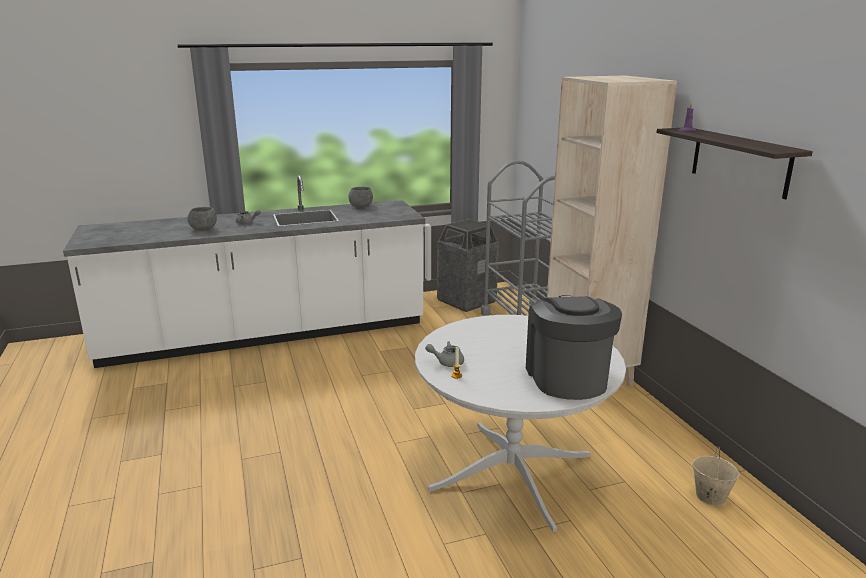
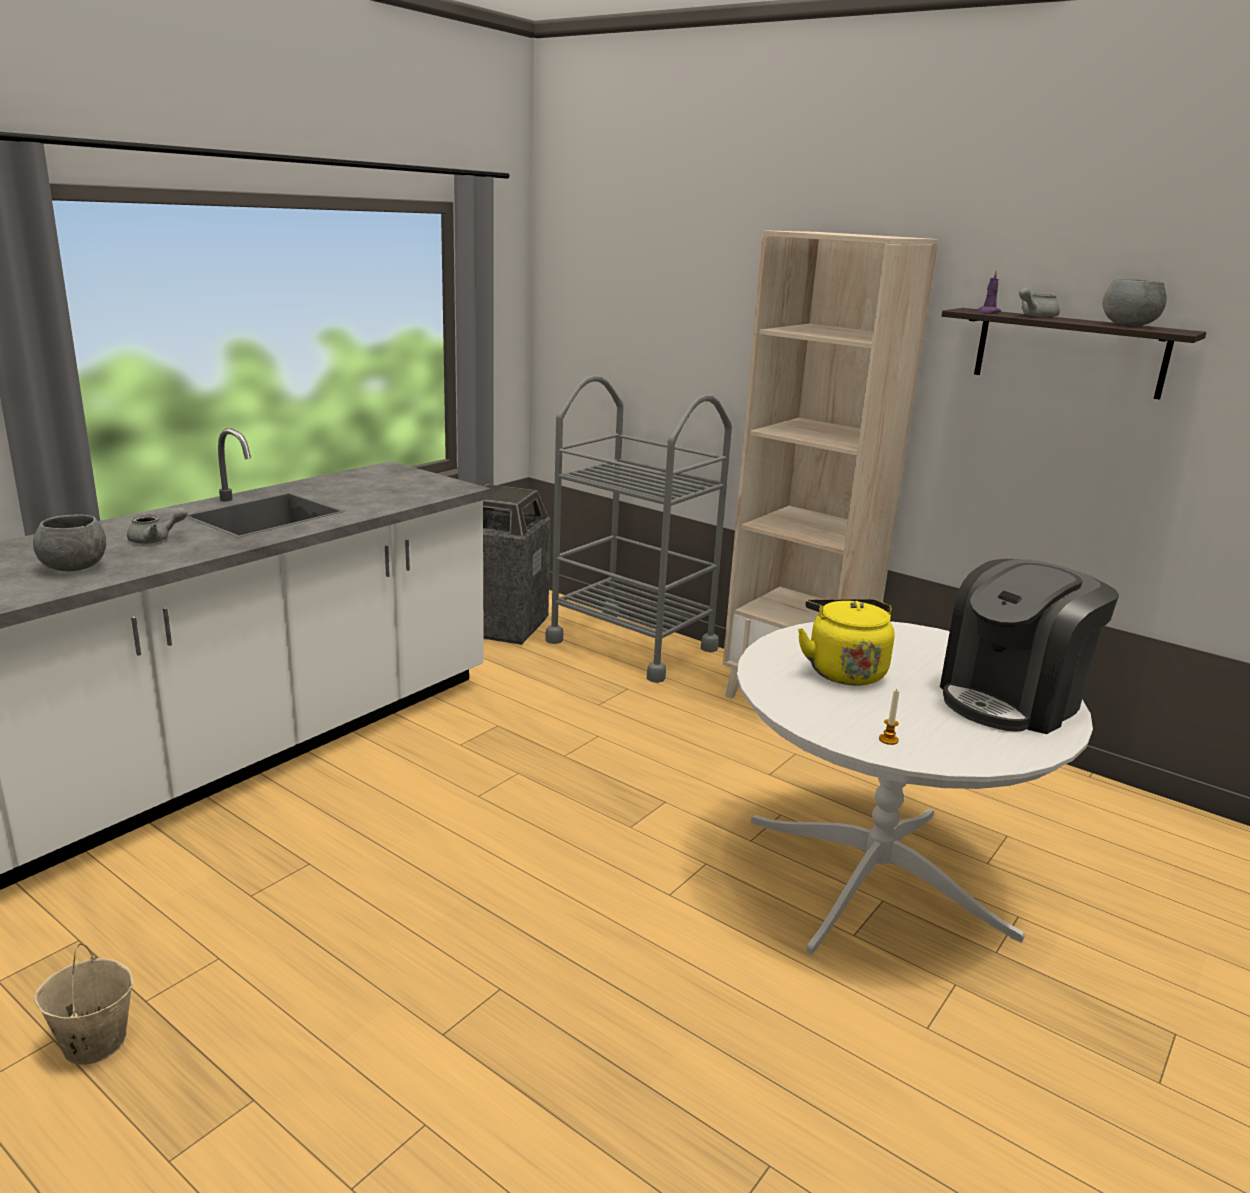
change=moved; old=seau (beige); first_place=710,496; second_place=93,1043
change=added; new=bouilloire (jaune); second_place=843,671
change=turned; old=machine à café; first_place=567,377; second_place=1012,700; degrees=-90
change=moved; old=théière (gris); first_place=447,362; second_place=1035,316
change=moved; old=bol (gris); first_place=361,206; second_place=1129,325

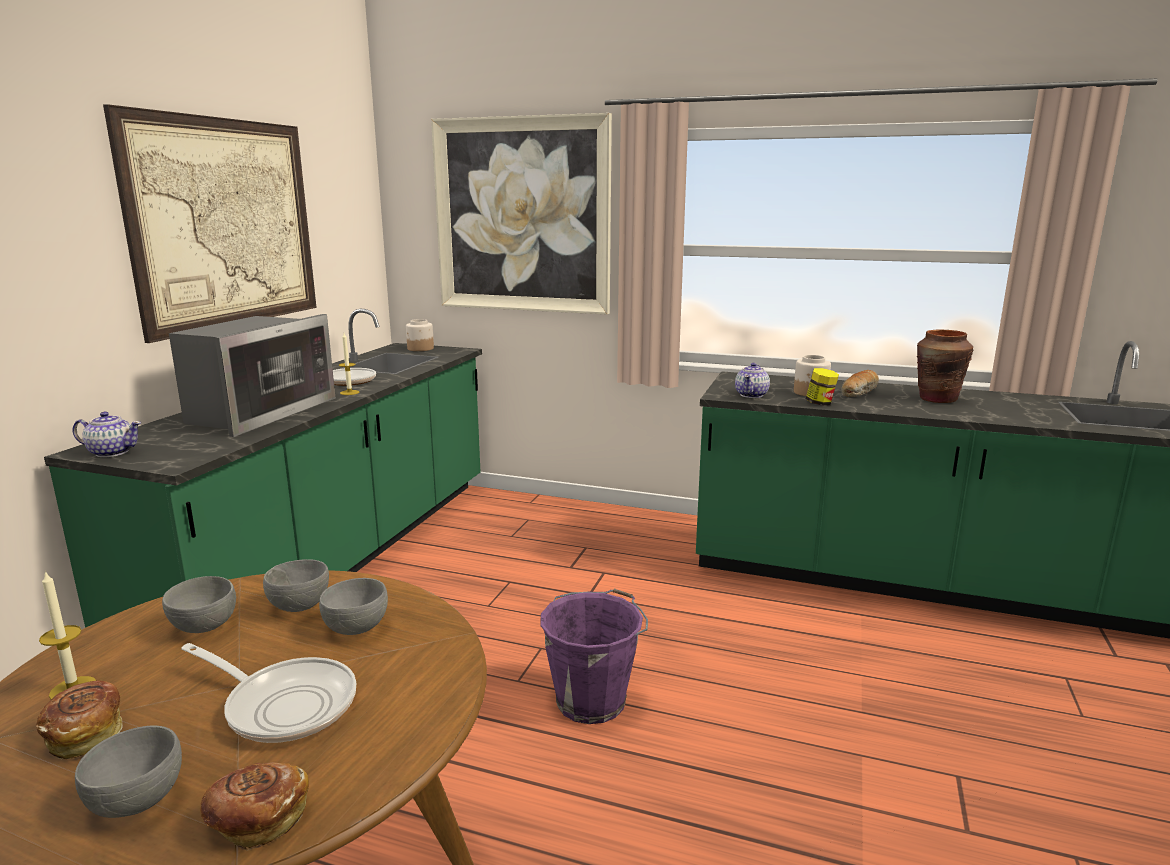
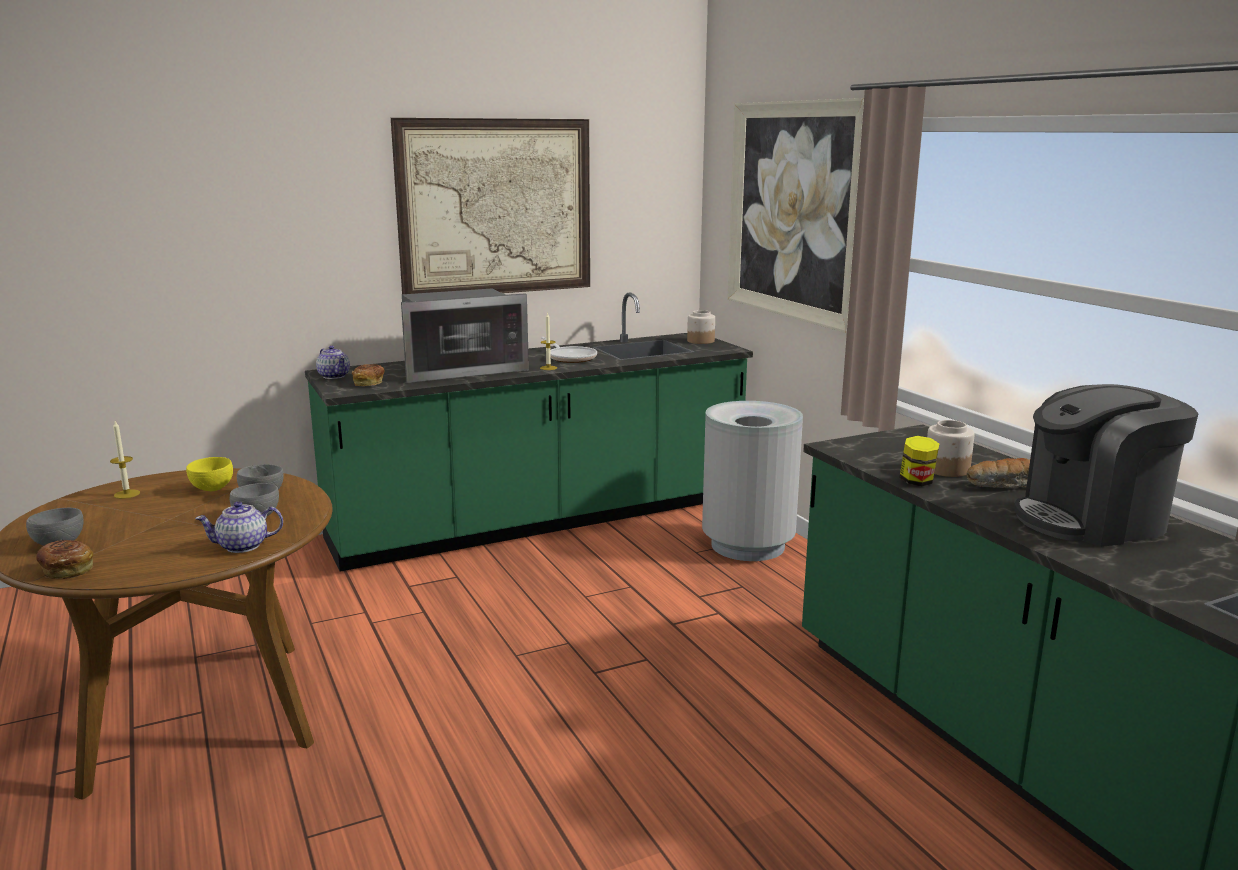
change=recoloured; old=bol (gris); new=bol (jaune); first_place=204,626; second_place=213,489
change=moved; old=théière; first_place=752,395; second_place=243,546
change=moved; old=pain; first_place=86,734; second_place=369,383
change=added; new=poubelle (gris); second_place=747,545
change=replaced; old=vase (marron); new=machine à café; first_place=937,399; second_place=1092,520
change=removed; old=poêle; first_place=284,704
change=removed; old=seau (violet); first_place=593,700

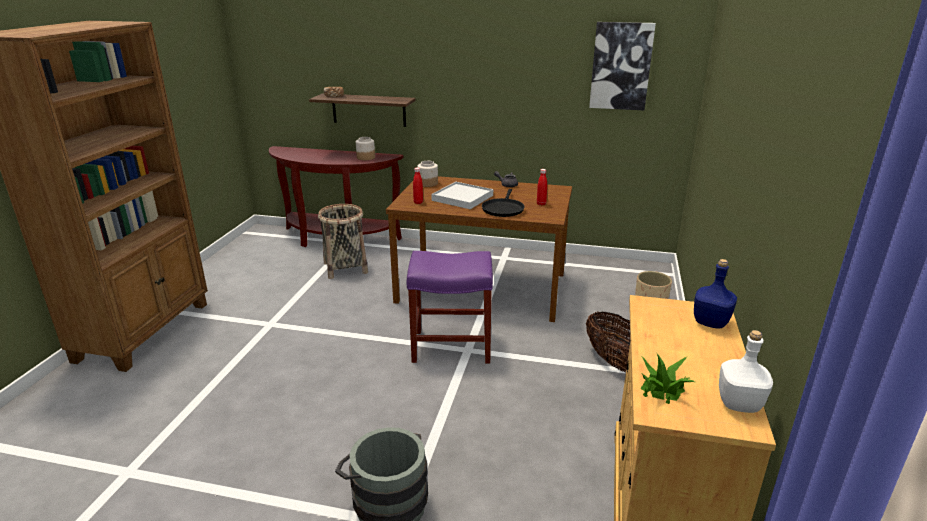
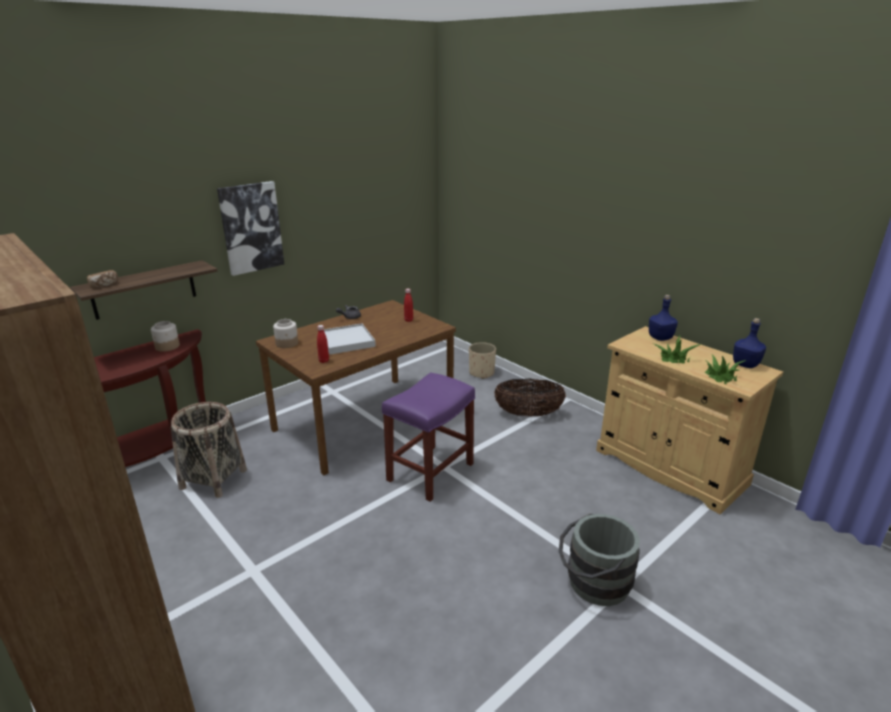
change=moved; old=tableau; first_place=621,66; second_place=251,228
change=added; new=plante en pot; second_place=674,358
change=recoloured; old=bouteille (blanc); new=bouteille (bleu); first_place=738,403; second_place=745,364
change=removed; old=poêle (noir); first_place=503,209

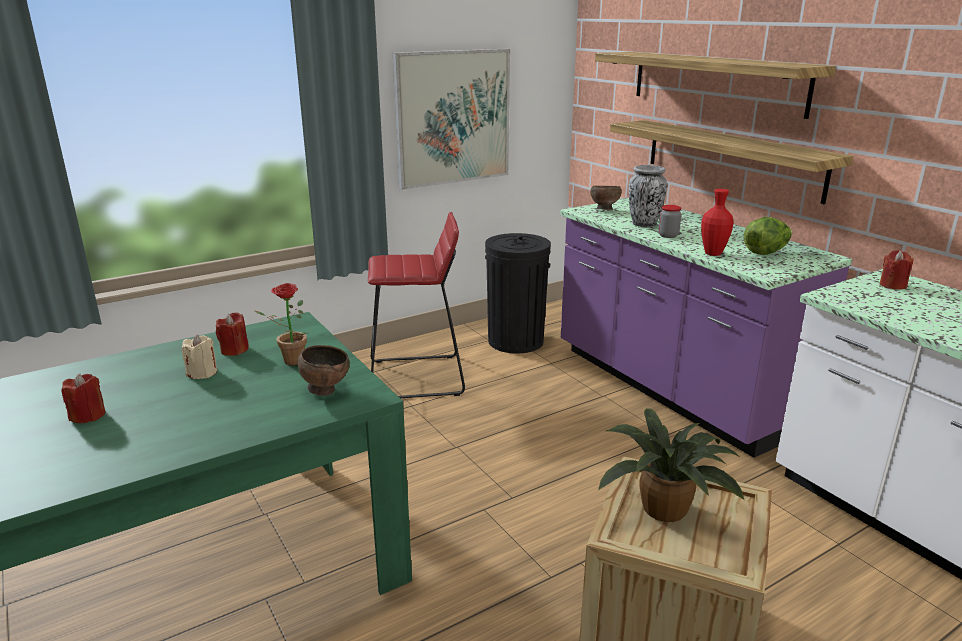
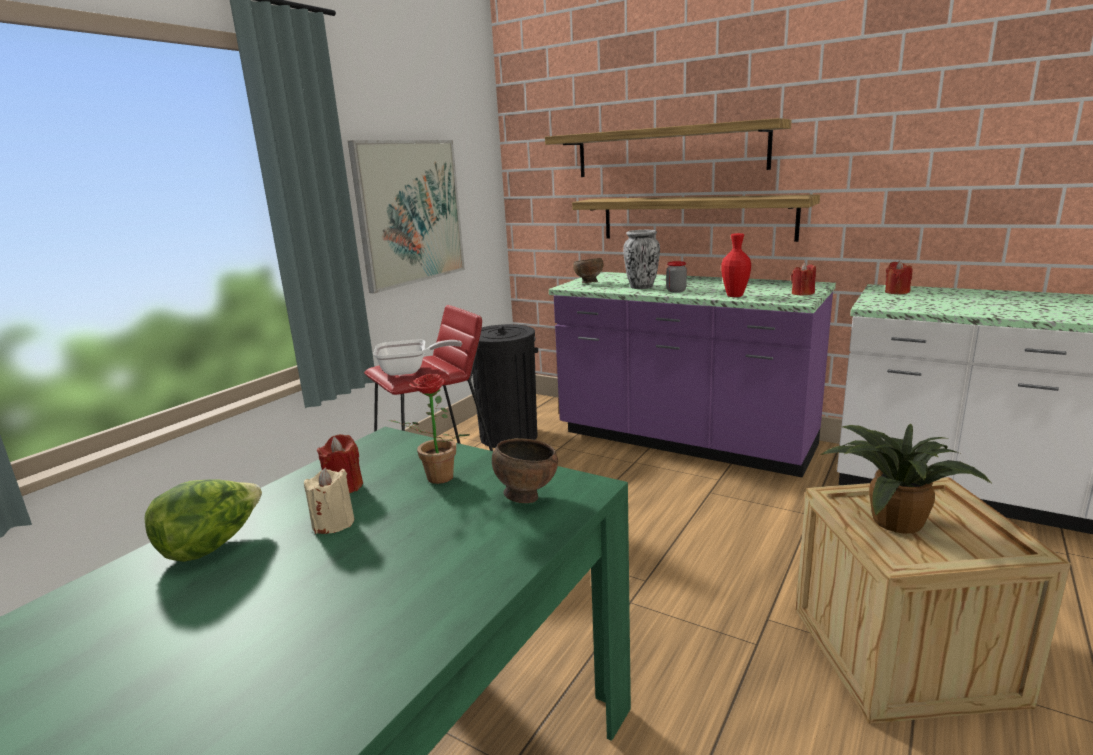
change=moved; old=laitue; first_place=766,252; second_place=212,546
change=added; new=poêle; second_place=410,371
change=moved; old=bougie (rouge); first_place=88,415; second_place=802,293

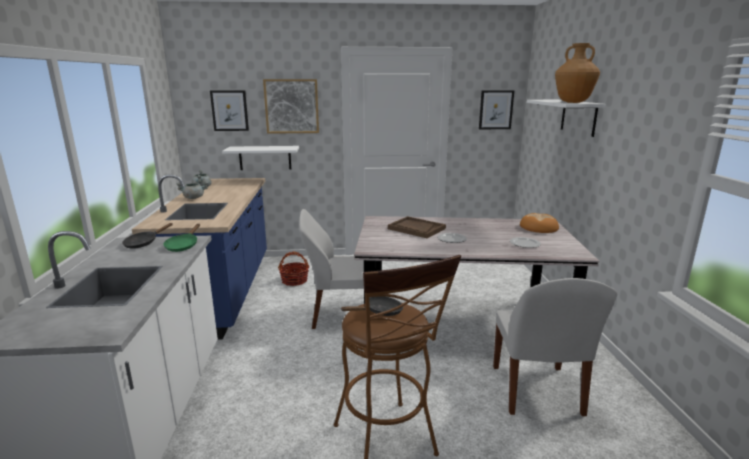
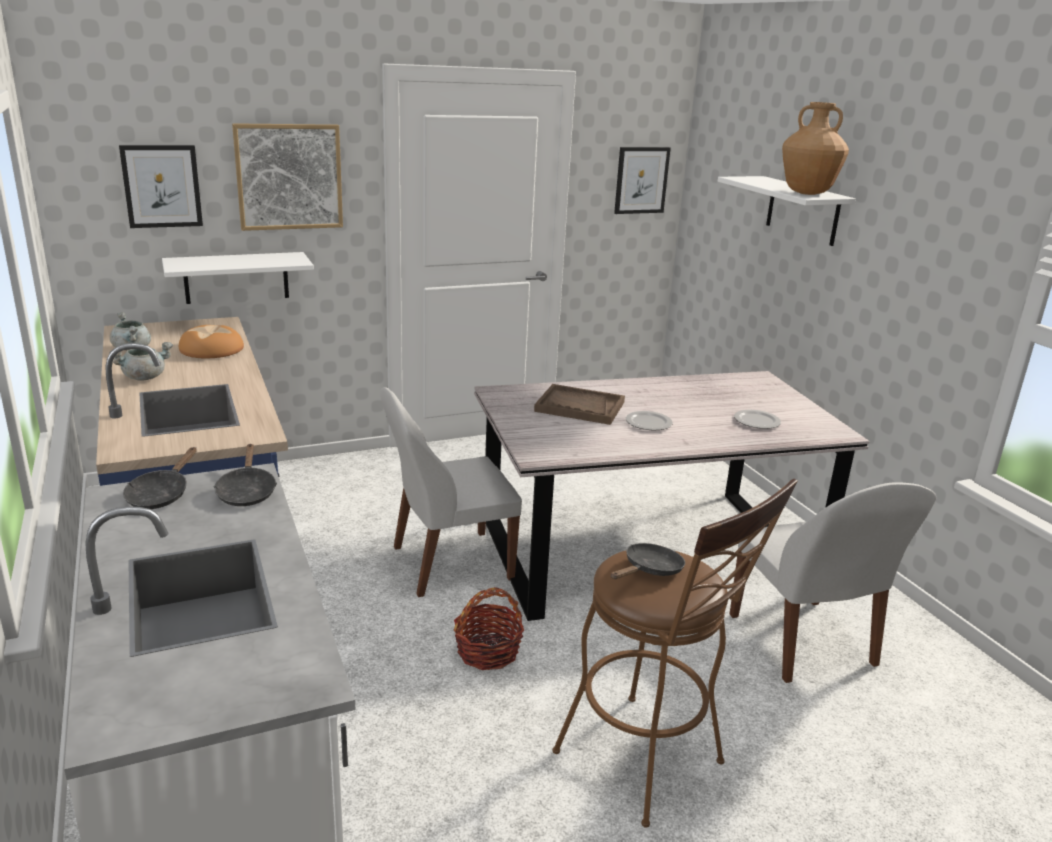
change=moved; old=pain; first_place=539,227; second_place=212,349
change=recoloured; old=poêle (vert); new=poêle (noir); first_place=183,246; second_place=246,492
change=moved; old=panier; first_place=294,280; second_place=488,651

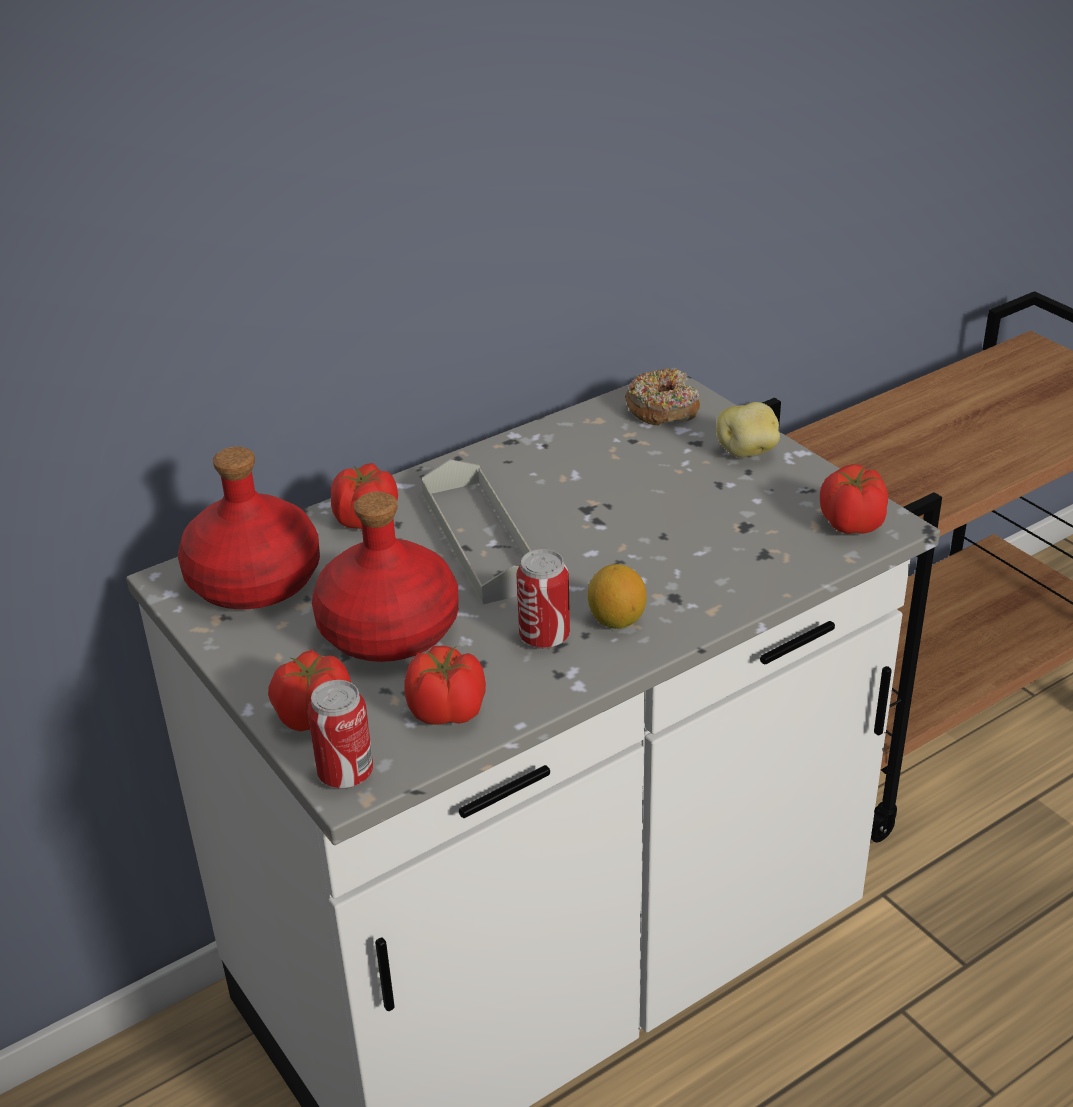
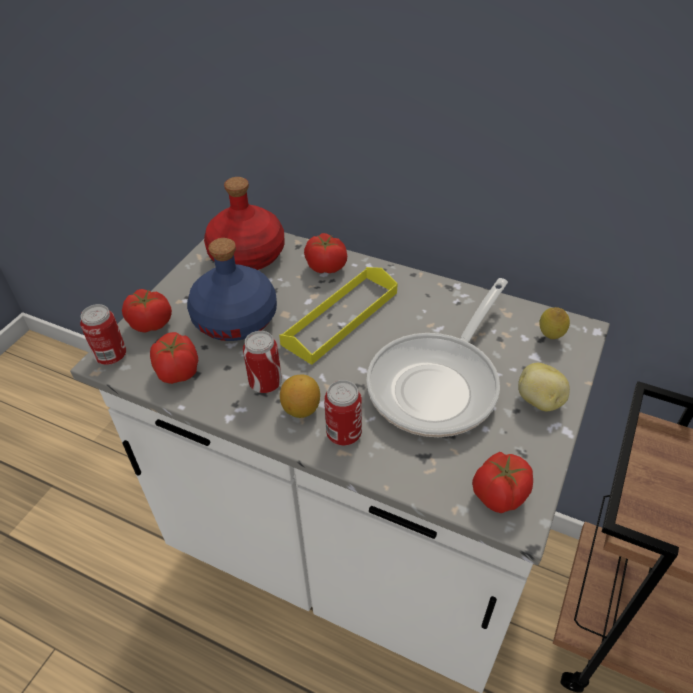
change=recoloured; old=bouteille (rouge); new=bouteille (bleu); first_place=387,629; second_place=235,318
change=recoloured; old=plateau (gris); new=plateau (jaune); first_place=481,539; second_place=340,318
change=added; new=boîte métallique; second_place=344,434
change=added; new=poêle; second_place=439,383
change=replaced; old=beignet; new=citron; first_place=662,409; second_place=550,337

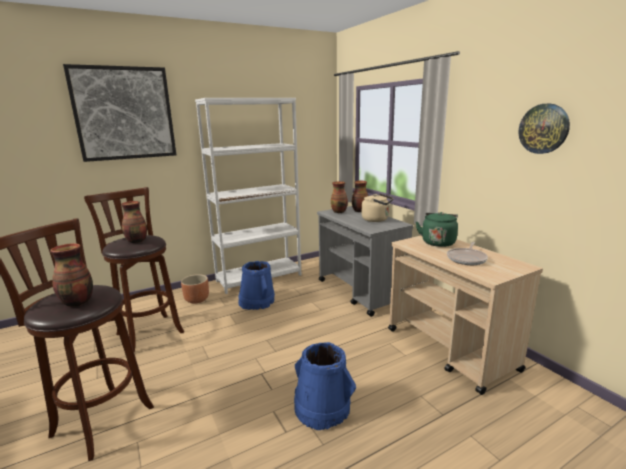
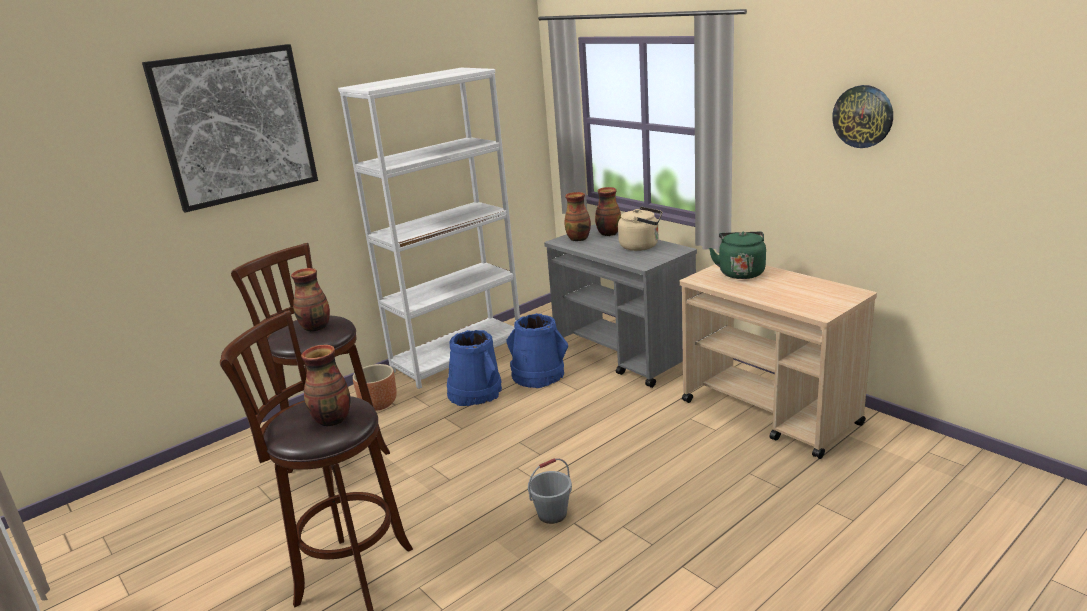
change=moved; old=seau (bleu); first_place=322,407; second_place=538,375
change=added; new=seau (gris); second_place=552,514
change=removed; old=poêle; first_place=467,259

